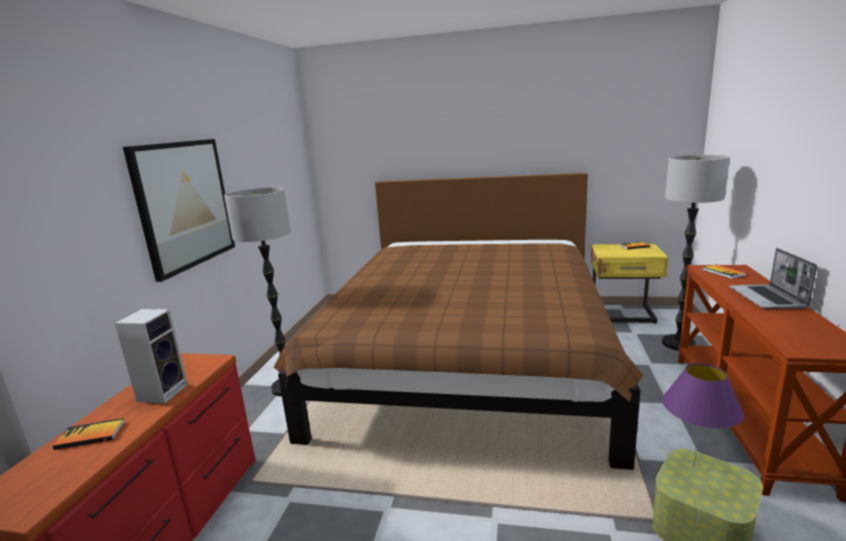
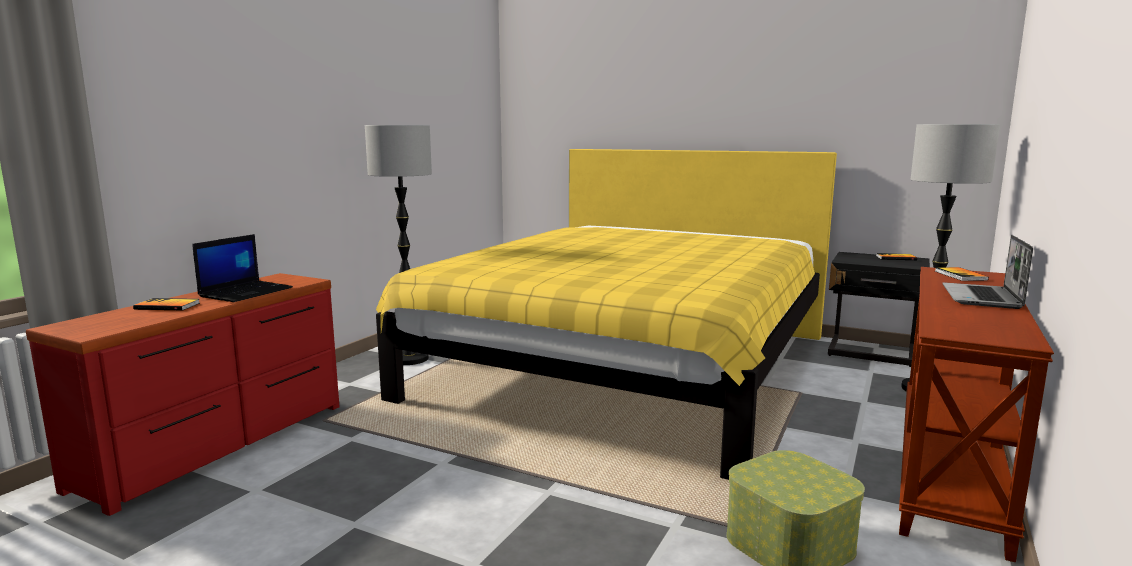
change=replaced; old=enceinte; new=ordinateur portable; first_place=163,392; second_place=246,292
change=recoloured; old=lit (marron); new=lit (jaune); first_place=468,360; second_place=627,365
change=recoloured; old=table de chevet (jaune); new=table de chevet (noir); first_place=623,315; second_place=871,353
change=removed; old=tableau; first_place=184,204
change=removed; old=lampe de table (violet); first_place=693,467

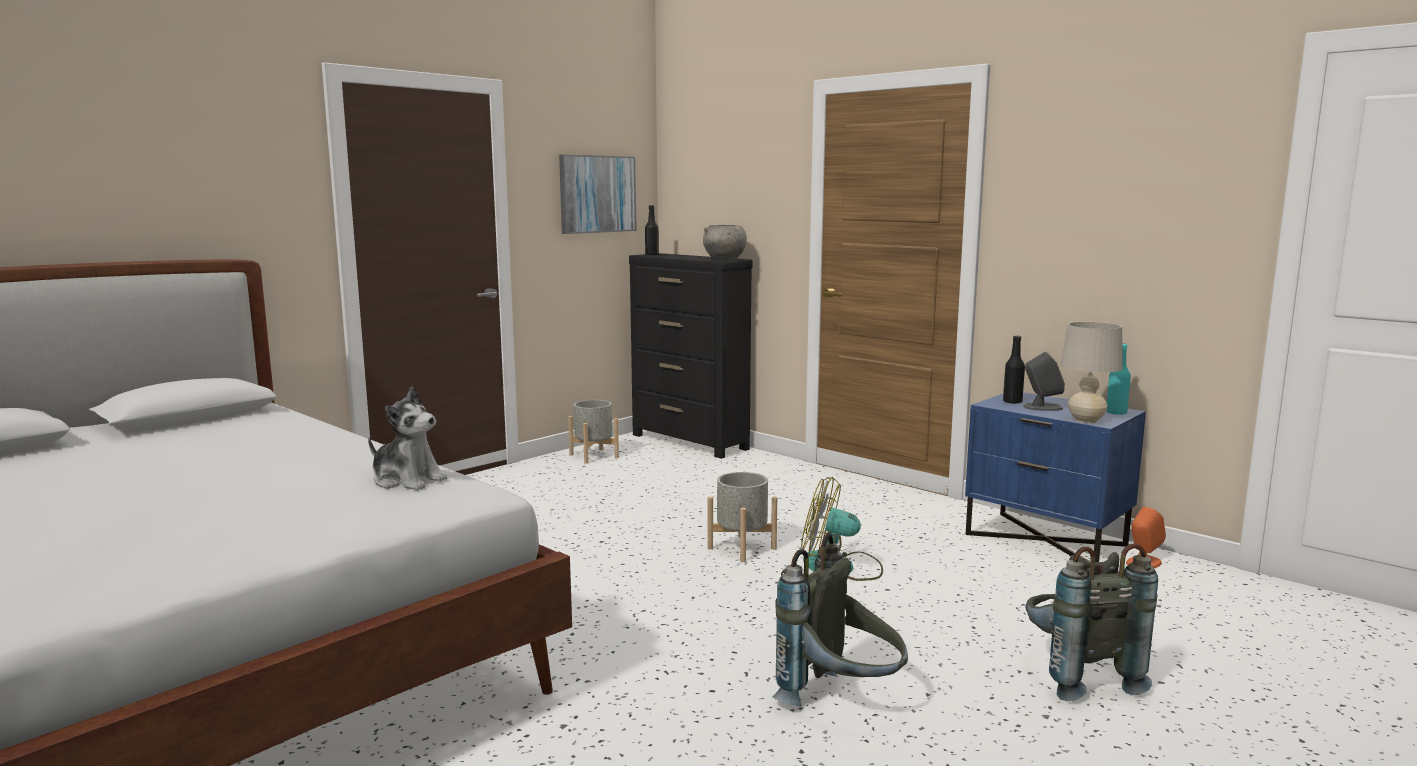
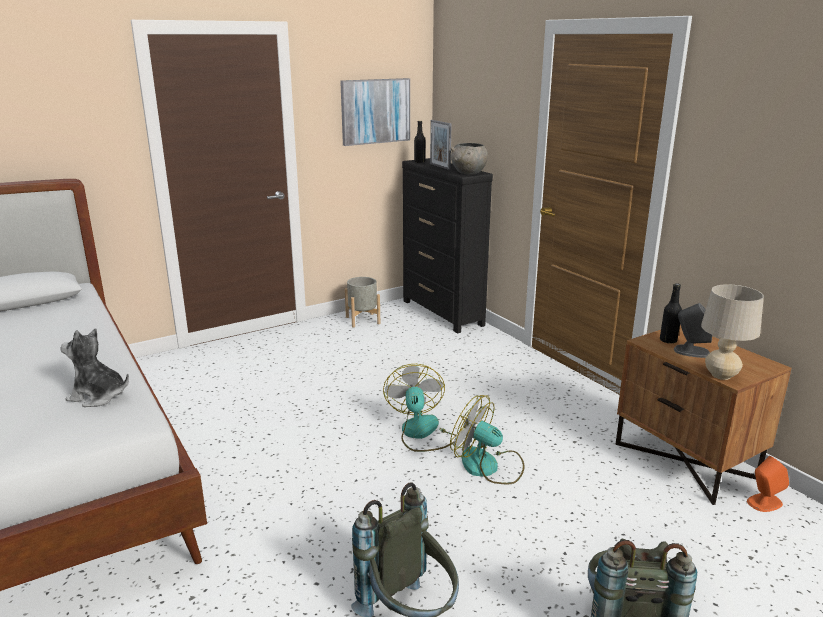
change=turned; old=peluche; first_place=407,480; second_place=98,396; degrees=150
change=replaced; old=cache-pot (gris); new=ventilateur; first_place=742,548; second_place=421,433
change=added; new=cadre photo; second_place=440,166
change=recoloured; old=table de chevet (bleu); new=table de chevet (marron); first_place=1046,539; second_place=686,461
change=removed; old=bouteille (turquoise); first_place=1116,413

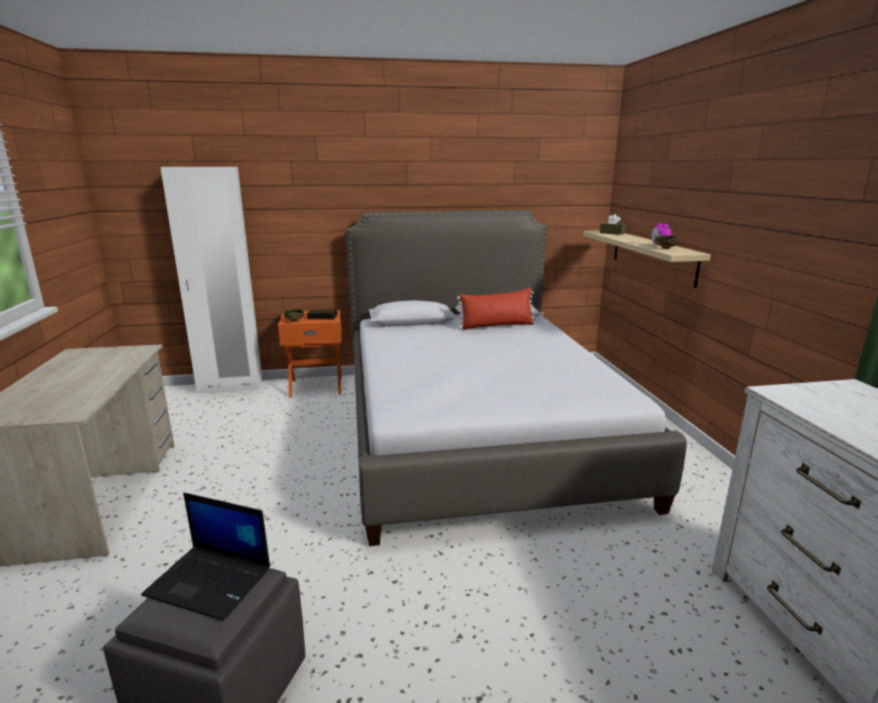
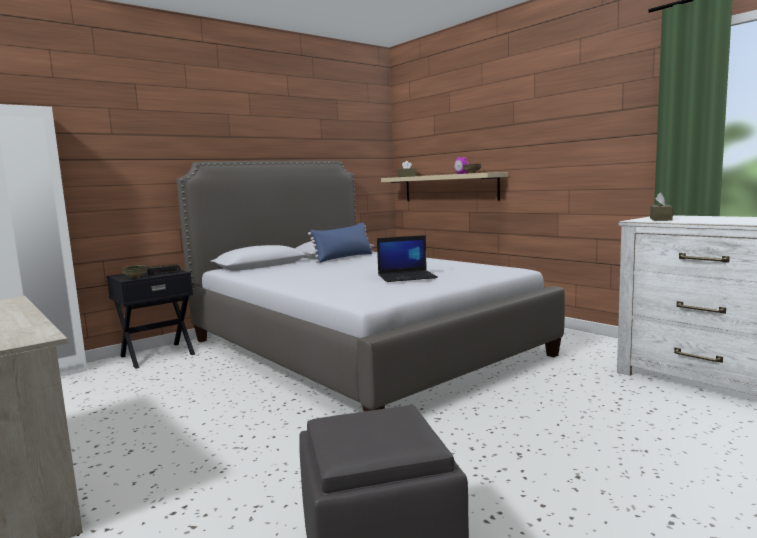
change=recoloured; old=table de chevet (orange); new=table de chevet (noir); first_place=316,386; second_place=157,355
change=recoloured; old=coussin (rouge); new=coussin (bleu); first_place=497,326; second_place=344,258
change=moved; old=ordinateur portable; first_place=211,581; second_place=407,277
change=added; new=boîte à mouchoirs (marron); second_place=660,219

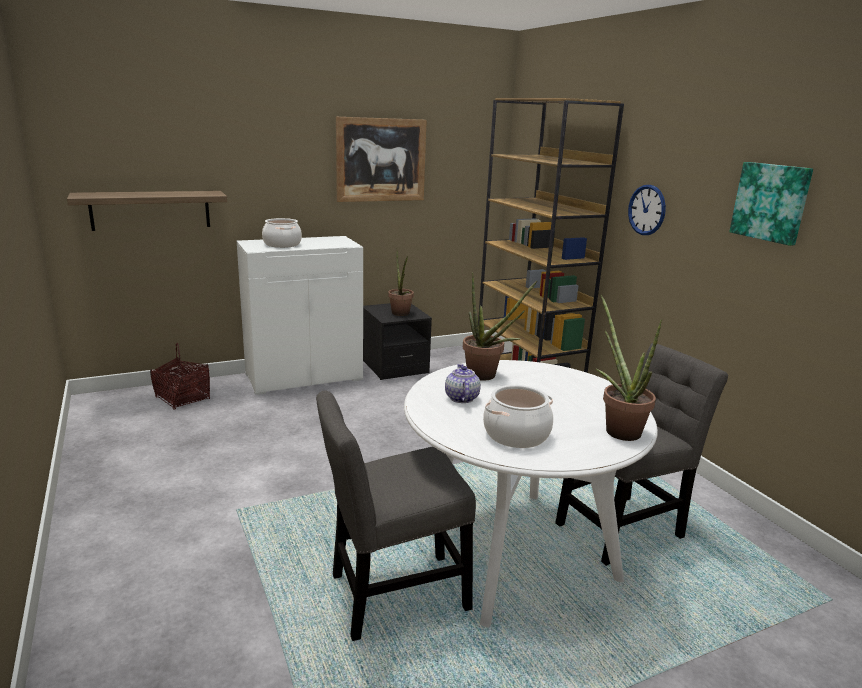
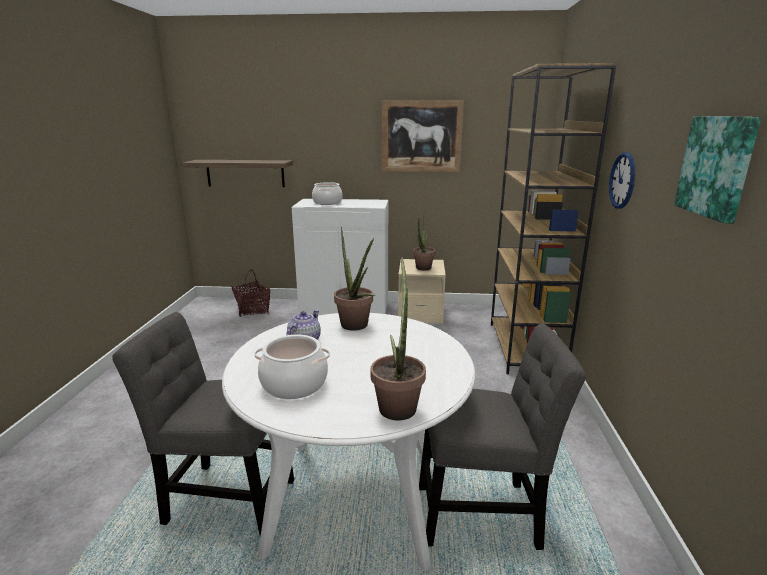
change=recoloured; old=table de chevet (noir); new=table de chevet (beige); first_place=394,367; second_place=420,313

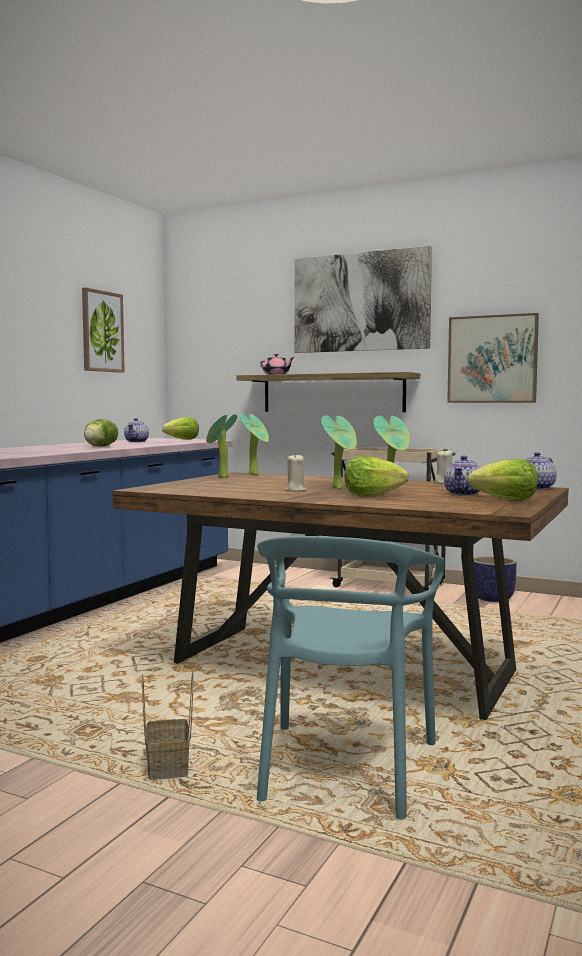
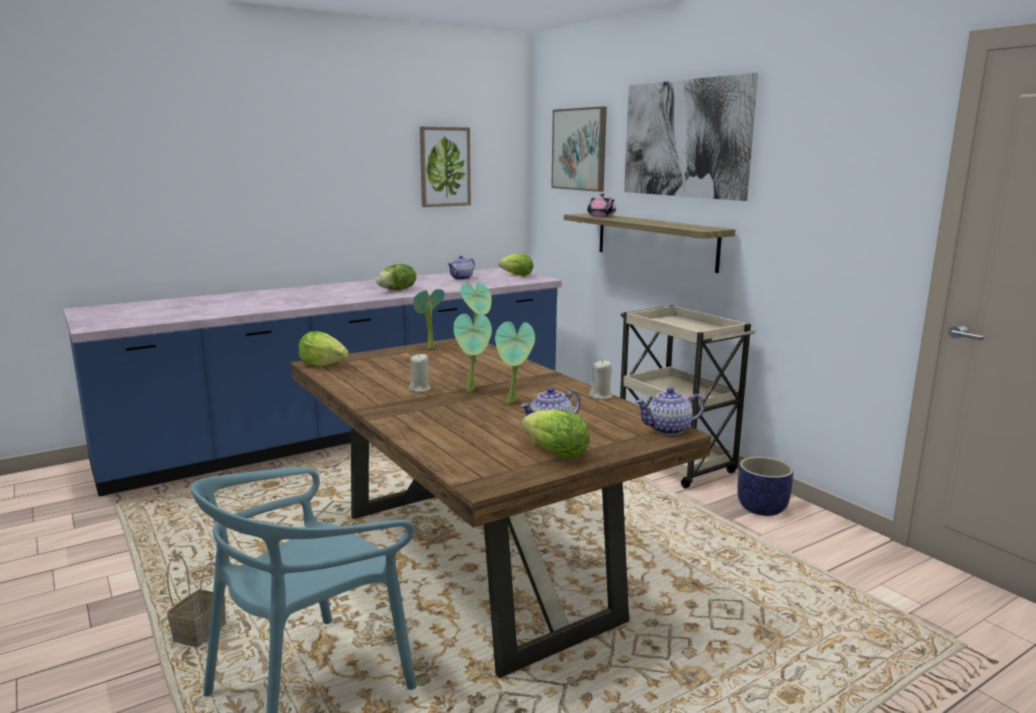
change=moved; old=laitue; first_place=372,495; second_place=323,365
change=moved; old=tableau; first_place=492,359; second_place=579,149

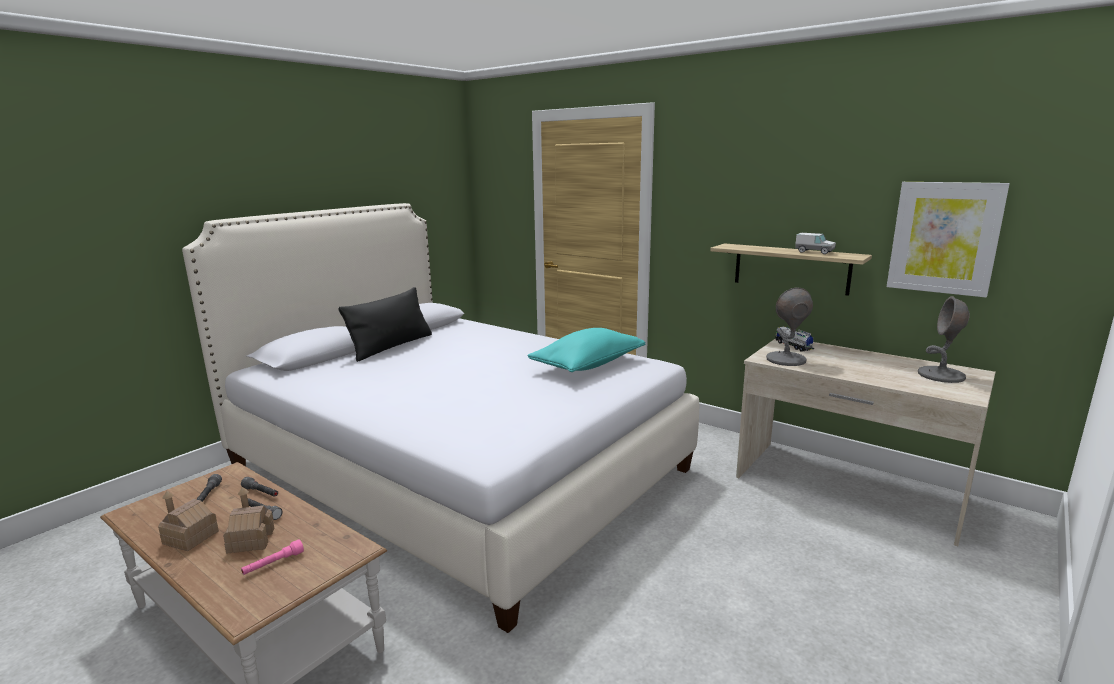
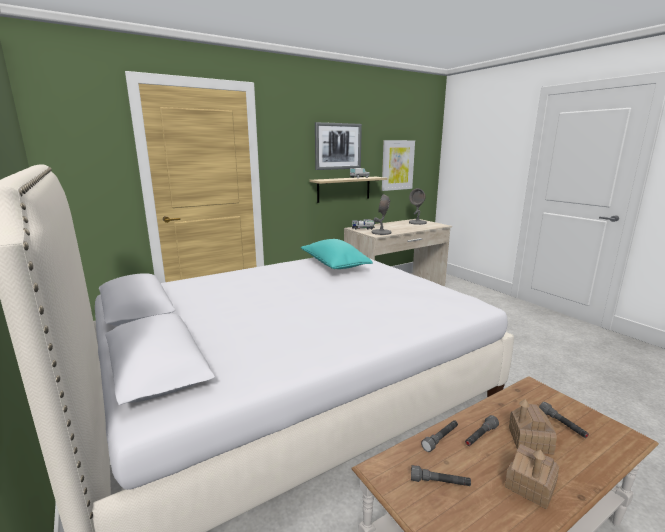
change=added; new=tableau; second_place=338,146
change=recoloured; old=lampe de poche (rose); new=lampe de poche (gris); first_place=273,564; second_place=562,425
change=removed; old=coussin (noir); first_place=391,346

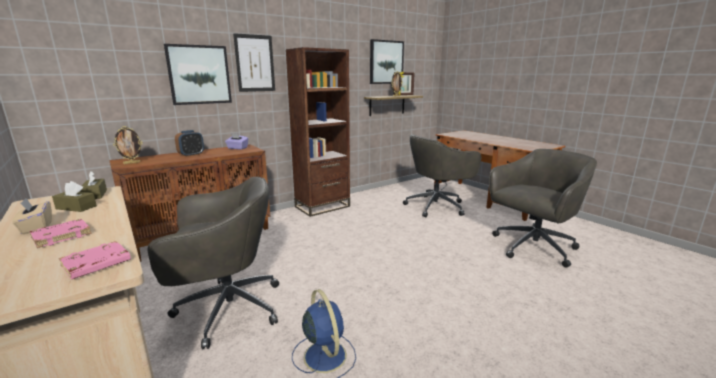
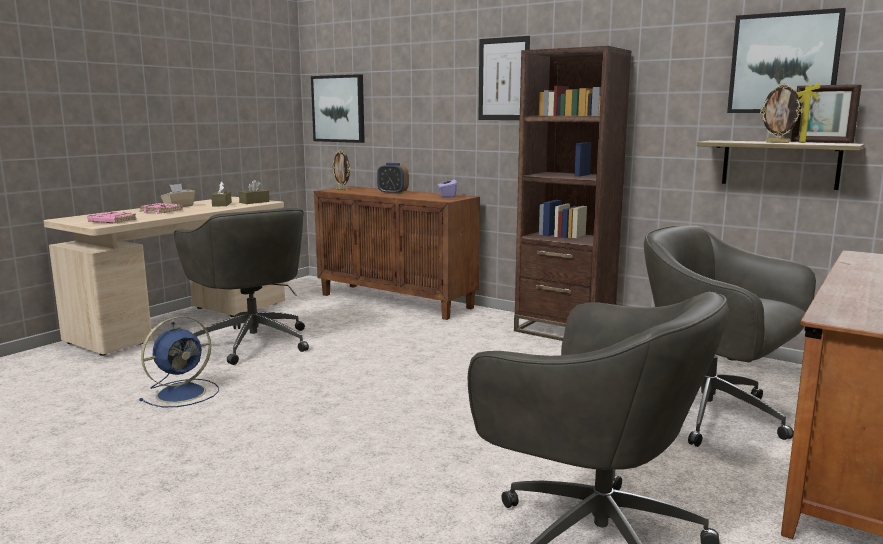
change=moved; old=tableau; first_place=199,75; second_place=339,109

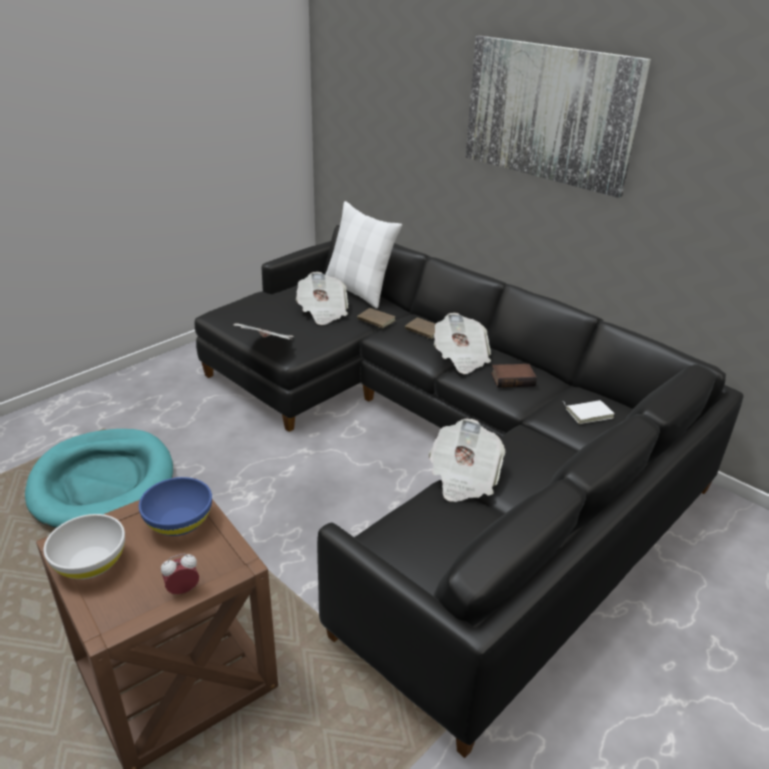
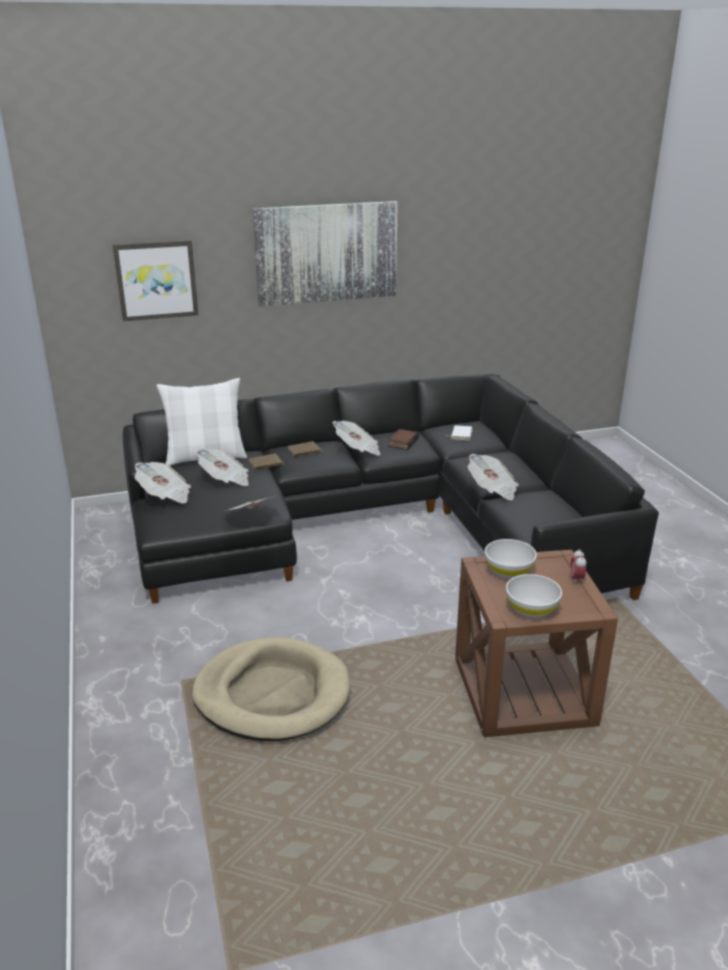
change=added; new=tableau; second_place=156,280
change=added; new=journal; second_place=165,495
change=recoloured; old=panier pour chien (turquoise); new=panier pour chien (beige); first_place=103,483; second_place=272,694
change=recoloured; old=bol (bleu); new=bol (blanc); first_place=179,522; second_place=509,570

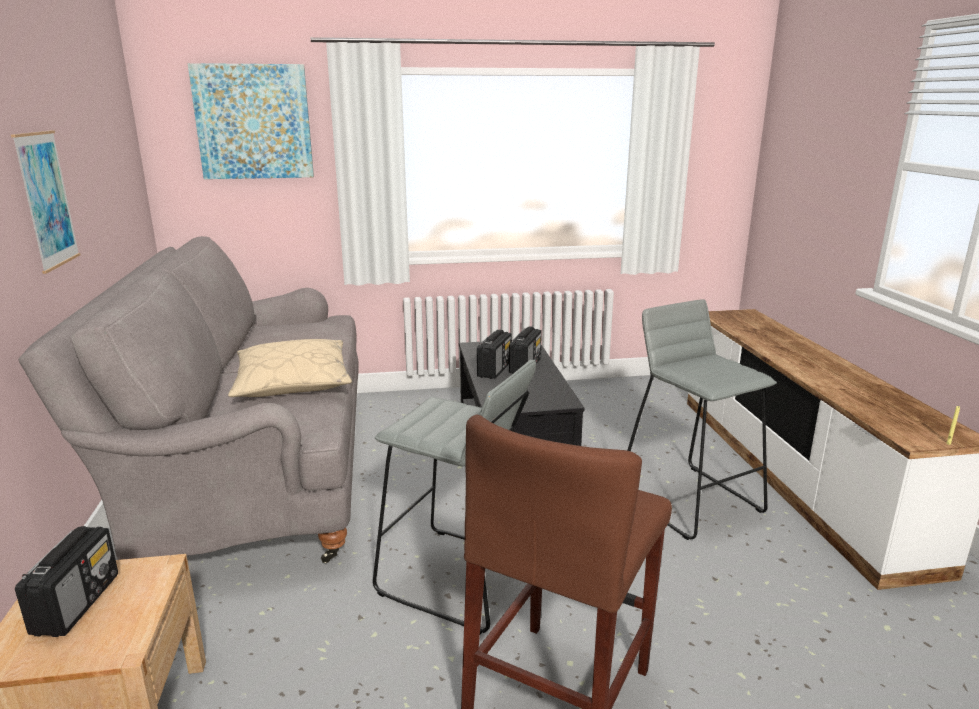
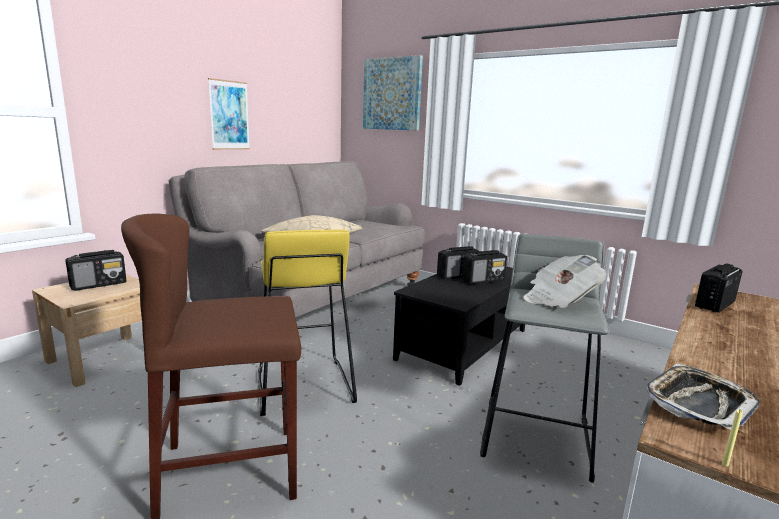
change=recoloured; old=tabouret (gris); new=tabouret (jaune); first_place=459,578; second_place=303,386
change=added; new=journal; second_place=559,299
change=added; new=plateau; second_place=698,403
change=added; new=radio; second_place=714,304

